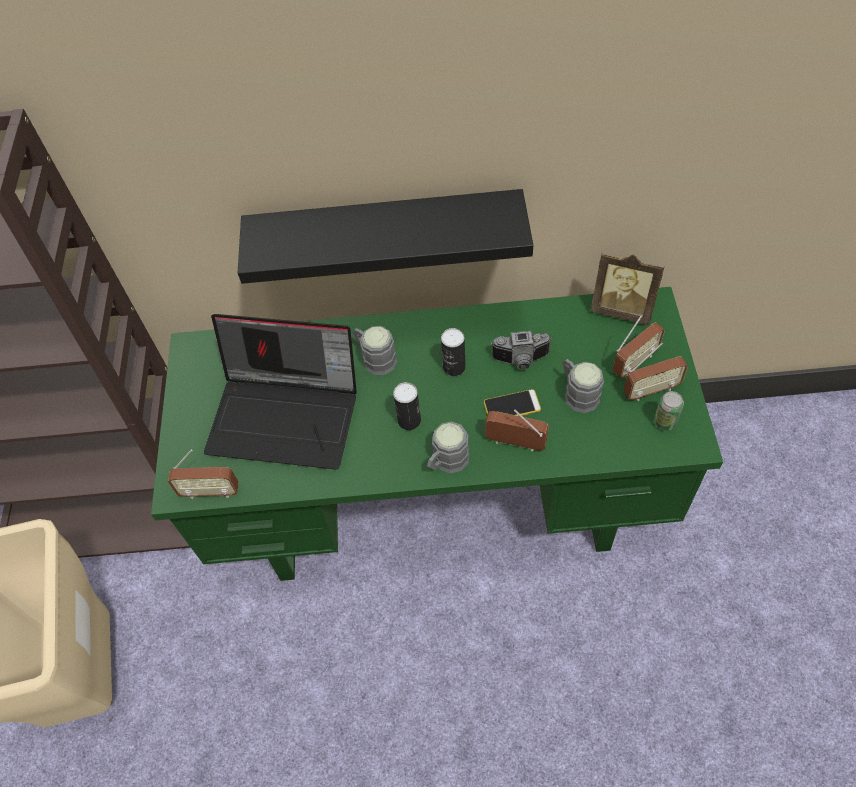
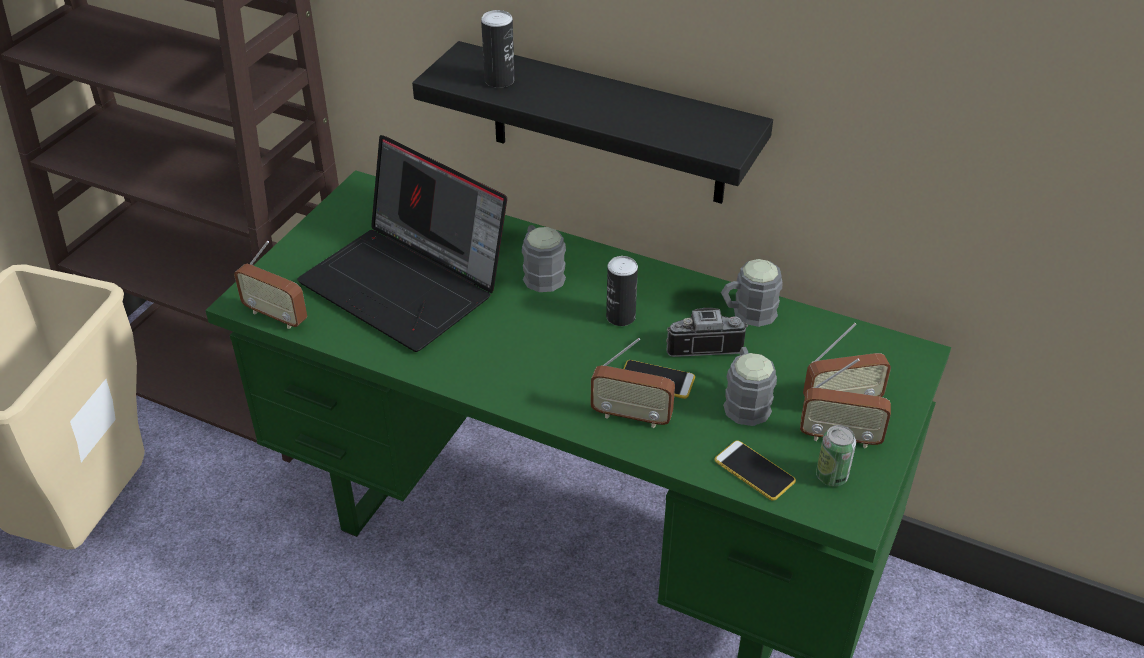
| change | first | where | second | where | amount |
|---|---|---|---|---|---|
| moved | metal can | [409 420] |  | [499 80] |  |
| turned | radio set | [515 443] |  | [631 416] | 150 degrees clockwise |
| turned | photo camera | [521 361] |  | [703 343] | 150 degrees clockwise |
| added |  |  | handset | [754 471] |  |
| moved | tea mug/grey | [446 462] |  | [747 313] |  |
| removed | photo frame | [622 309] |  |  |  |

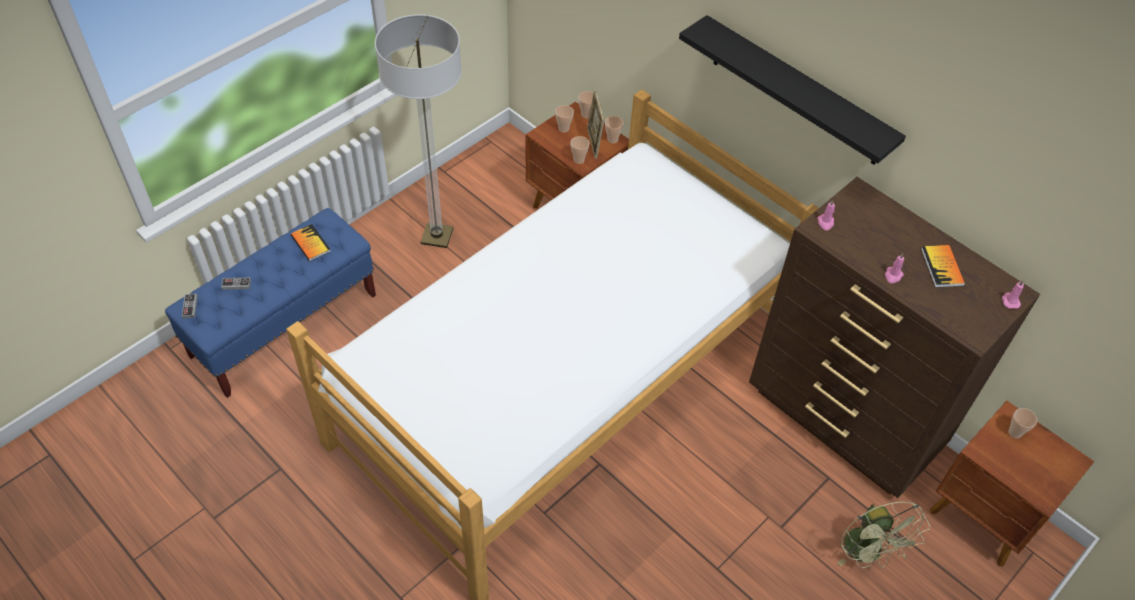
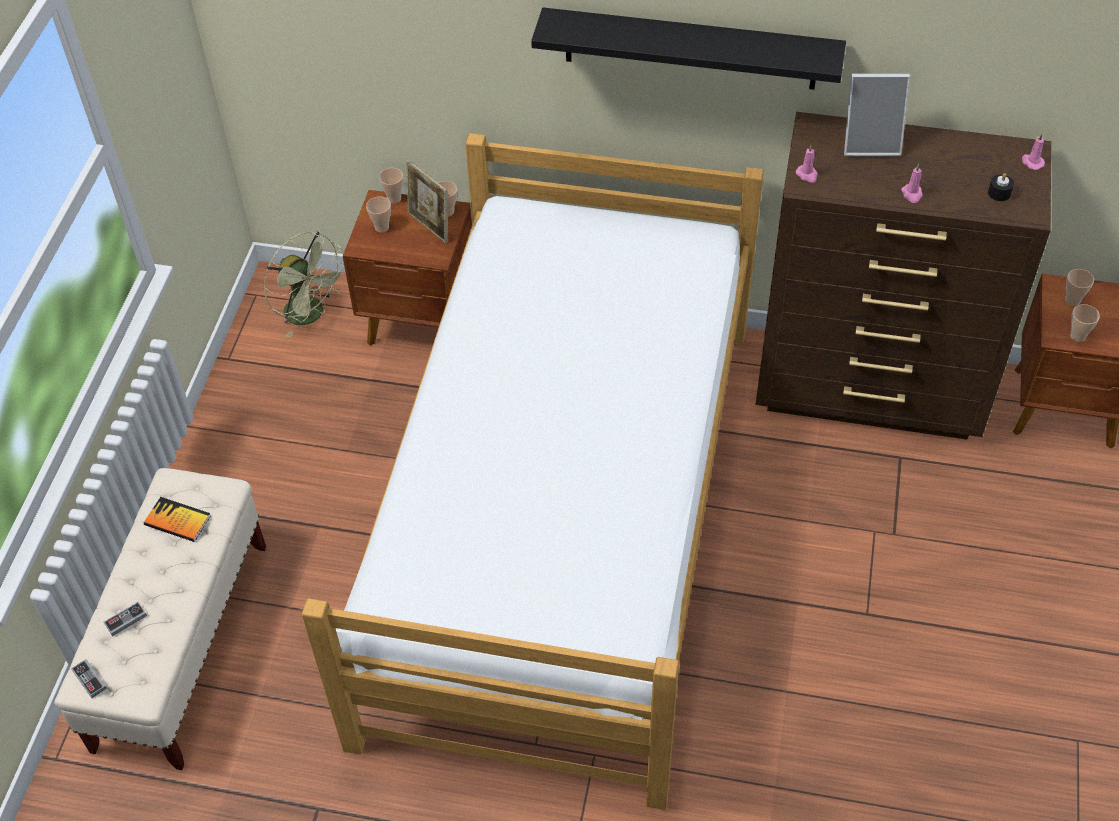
| change | first | where | second | where | amount |
|---|---|---|---|---|---|
| recoloured | bench/bluish | [285 325] | bench/beige-coloured | [182 645] |  |
| moved | cooling fan/greenish | [868 553] |  | [311 315] |  |
| added |  |  | photo frame | [871 142] |  |
| added |  |  | wax candle/black-coloured | [999 193] |  |
| moved | cup | [579 160] |  | [1077 336] |  |
| removed | floor lamp | [437 236] |  |  |  |
| removed | book | [942 267] |  |  |  |

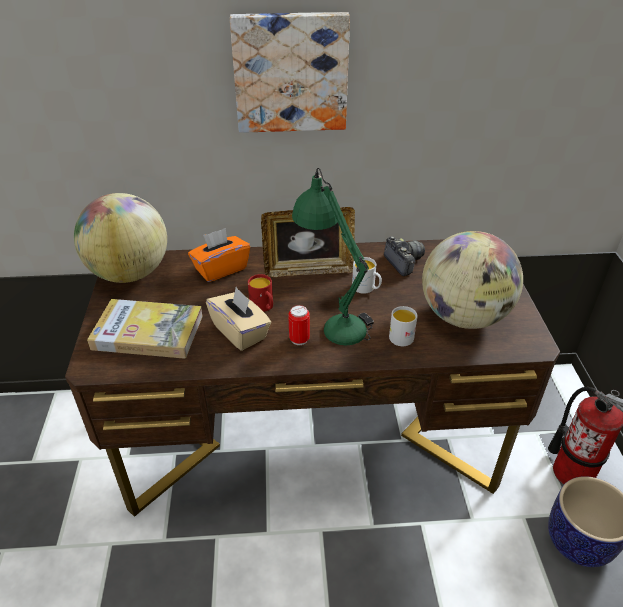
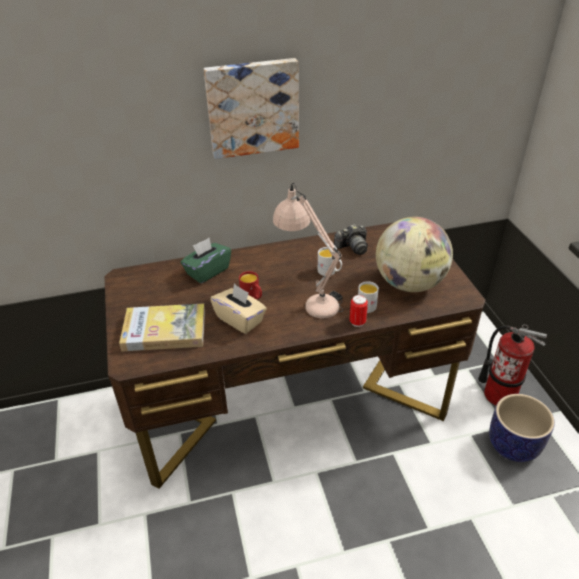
| change | first | where | second | where | amount |
|---|---|---|---|---|---|
| recoloured | tissue holder/orangey | [221 269] | tissue holder/greenish | [207 271] |  |
| recoloured | lamp for a table/greenish | [332 317] | lamp for a table/beige-coloured | [309 297] |  |
| turned | photo camera | [403 262] |  | [352 247] | 105 degrees clockwise |
| moved | metal can | [299 339] |  | [357 322] |  |
| removed | desk globe | [130 273] |  |  |  |
| removed | photo frame | [309 269] |  |  |  |

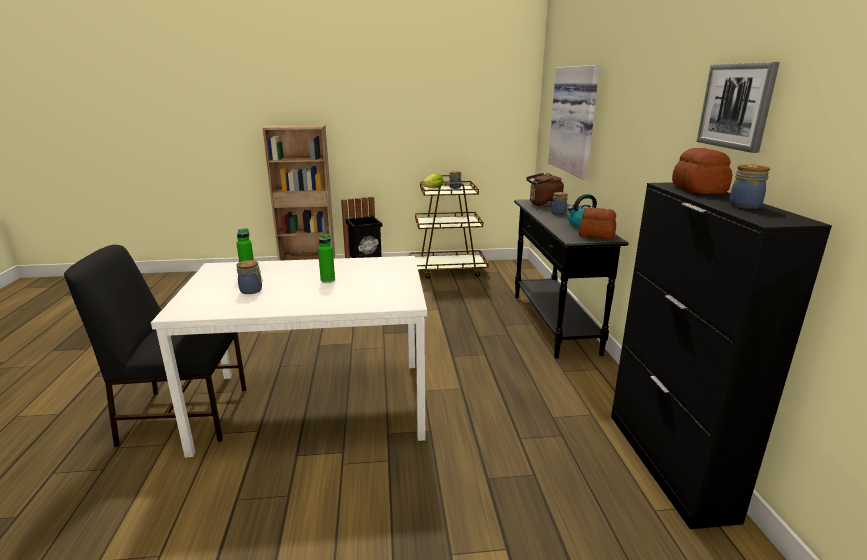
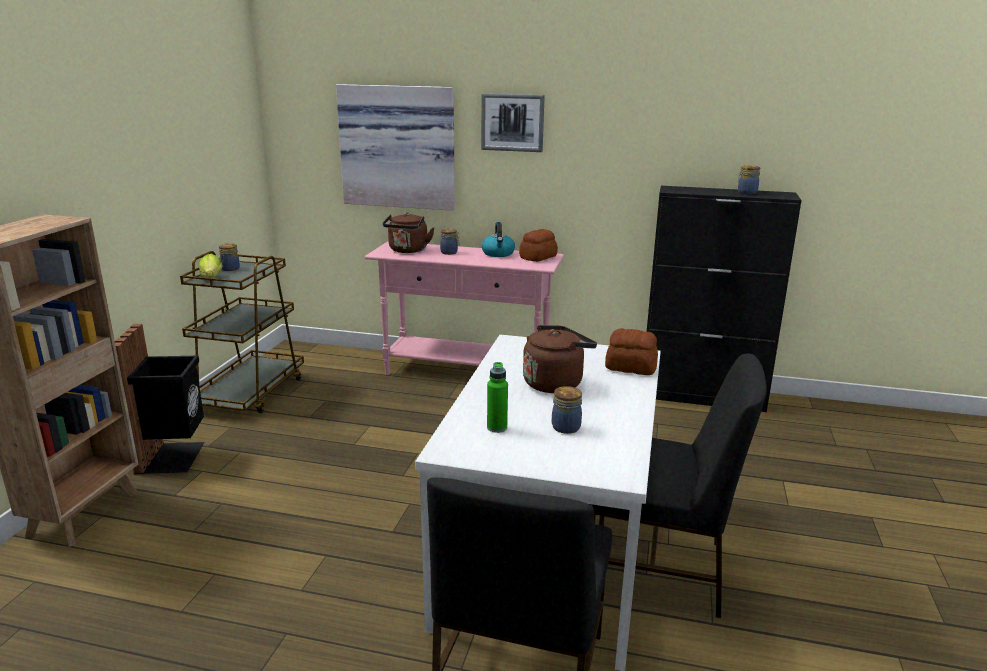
| change | first | where | second | where | amount |
|---|---|---|---|---|---|
| recoloured | narrow table/black-coloured | [553 323] | narrow table/pink | [466 373] |  |
| moved | wall picture | [736 106] |  | [512 122] |  |
| replaced | drink bottle/greenish | [327 280] | kettle/brown-coloured | [555 383] |  |
| added |  |  | upright chair/black-coloured | [658 568] |  |
| moved | bread | [699 189] |  | [630 367] |  |

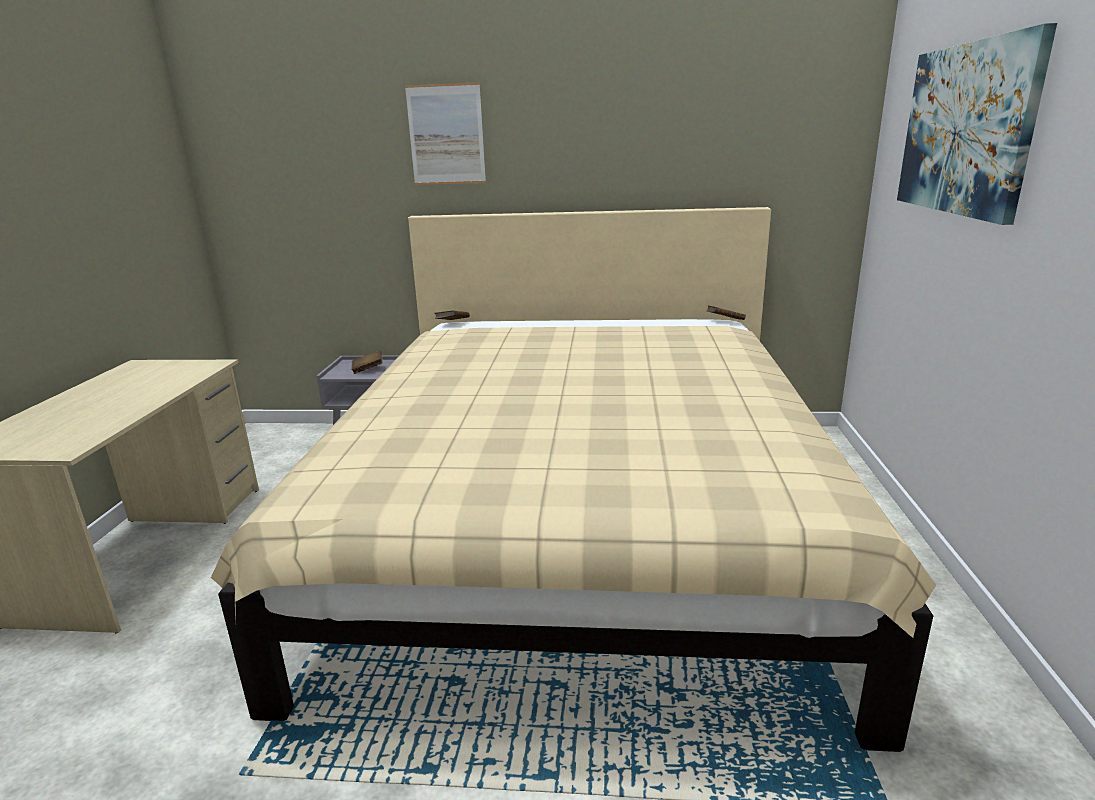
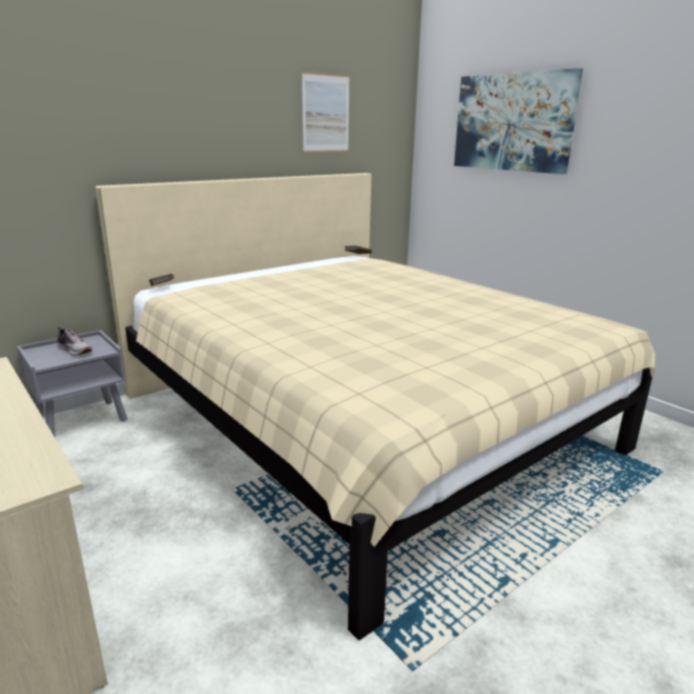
| change | first | where | second | where | amount |
|---|---|---|---|---|---|
| replaced | book/brown-coloured | [368 369] | shoe | [75 351] |  |
| moved | wall picture | [446 135] |  | [326 113] |  |

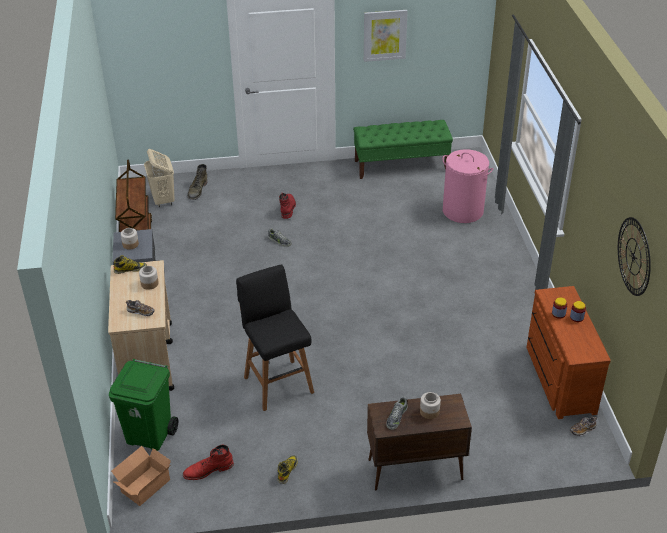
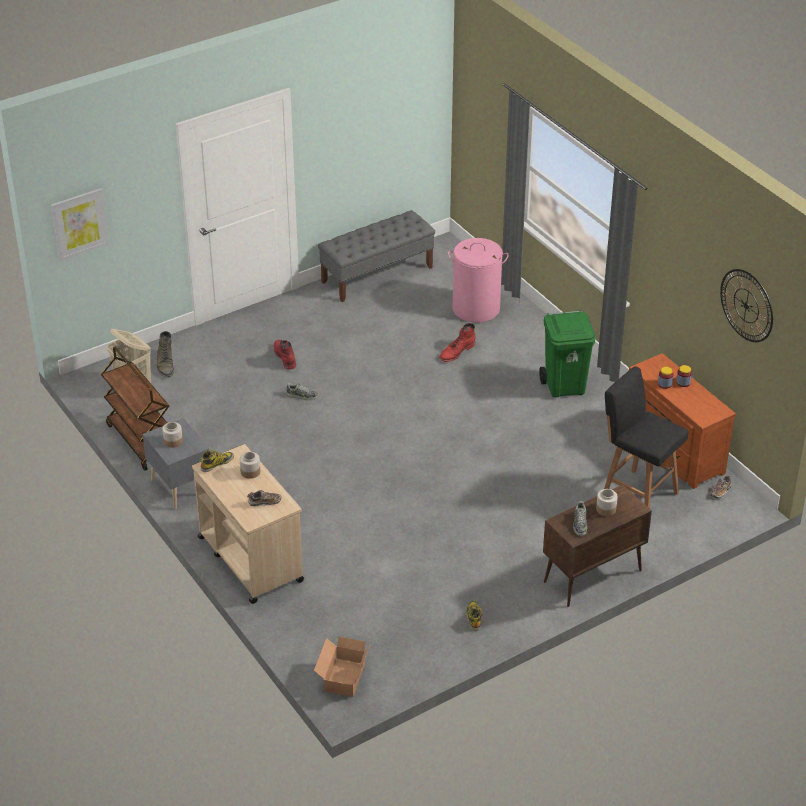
| change | first | where | second | where | amount |
|---|---|---|---|---|---|
| moved | wall picture | [385 35] |  | [79 223] |  |
| recoloured | bench/greenish | [401 165] | bench/grey | [377 275] |  |
| moved | tall boot/red | [208 470] |  | [456 352] |  |
| moved | trash can/greenish | [150 435] |  | [565 386] |  |
| moved | stool seat/black-coloured | [277 383] |  | [637 495] |  |

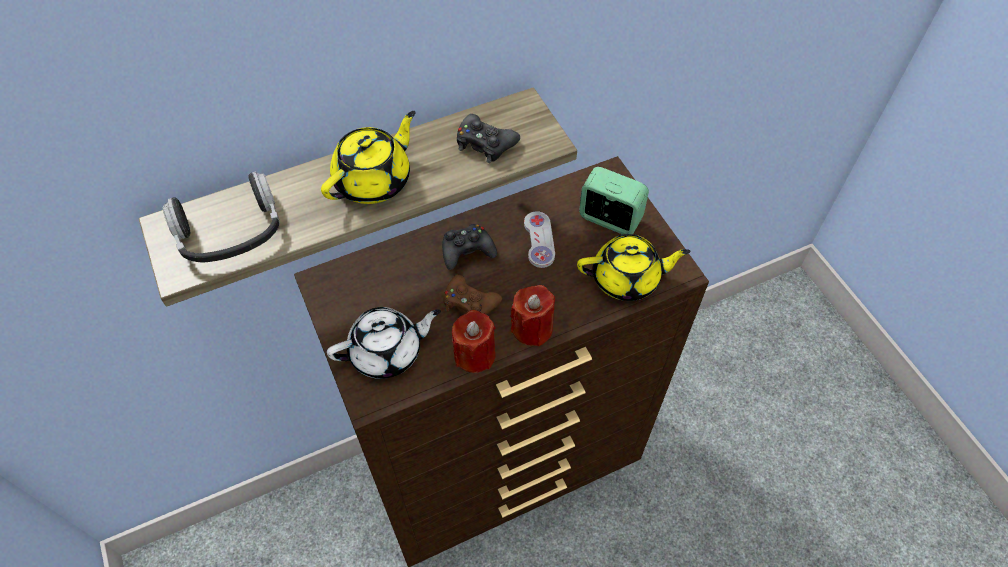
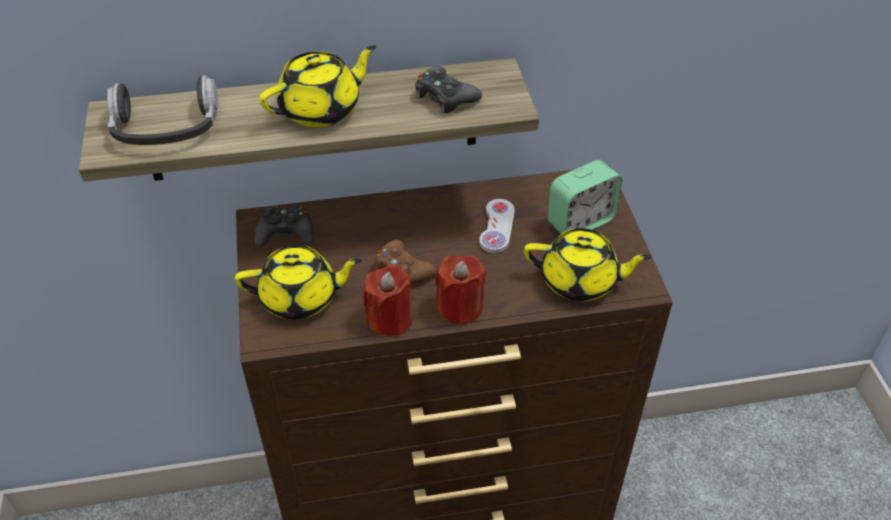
| change | first | where | second | where | amount |
|---|---|---|---|---|---|
| recoloured | tea pot/white-coloured | [387 352] | tea pot/yellowish | [301 298] |  |
| moved | game controller/black-coloured | [467 250] |  | [285 233] |  |
| turned | bedside clock | [610 219] |  | [581 221] | 105 degrees clockwise |

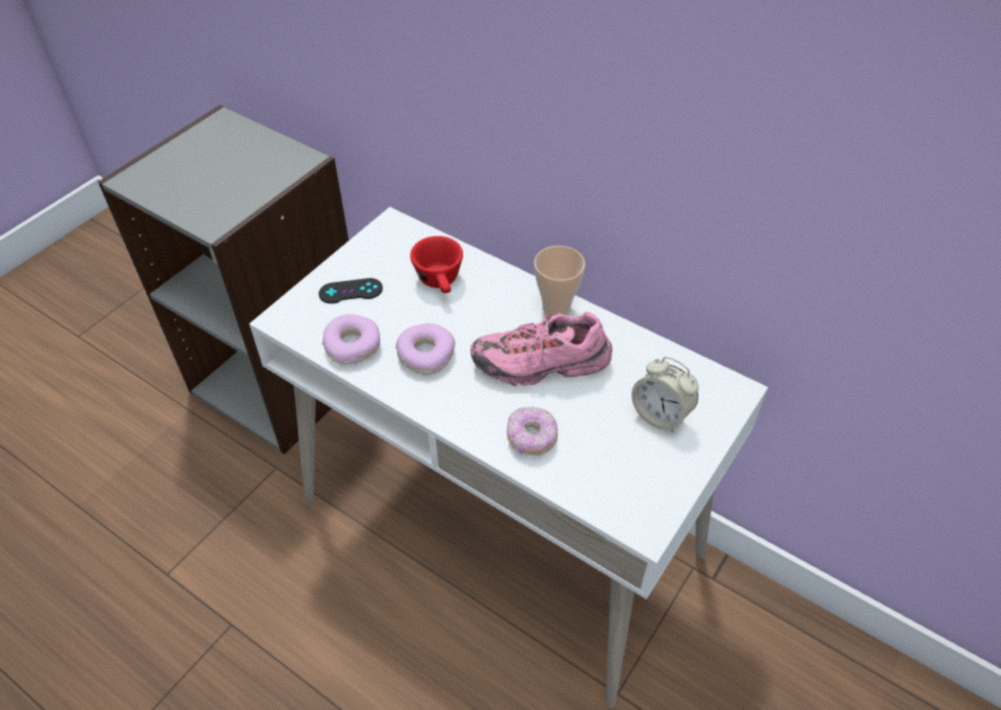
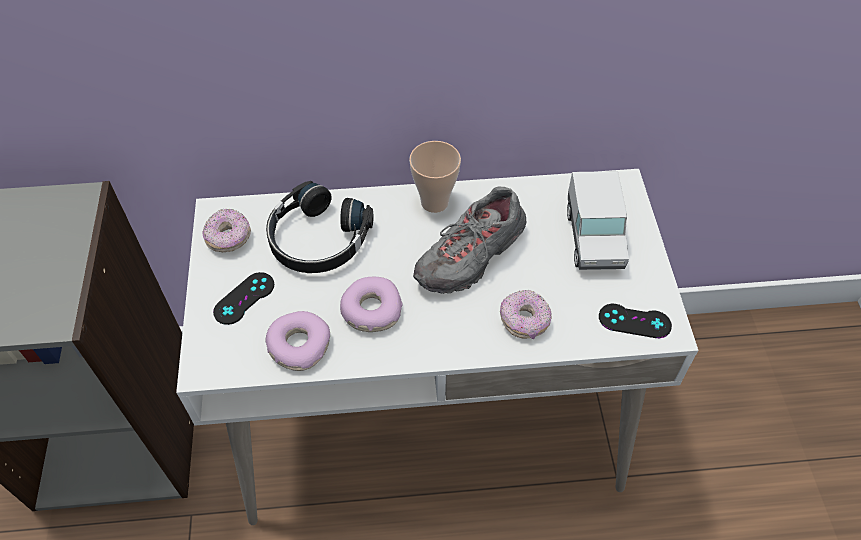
| change | first | where | second | where | amount |
|---|---|---|---|---|---|
| added |  |  | ring doughnut | [229 238] |  |
| replaced | cup/red | [441 282] | headphones/black-coloured | [317 239] |  |
| recoloured | shoe/pink | [541 365] | shoe/grey | [471 256] |  |
| replaced | bedside clock | [660 415] | toy lorry | [593 238] |  |
| added |  |  | game controller/black-coloured | [634 321] |  |

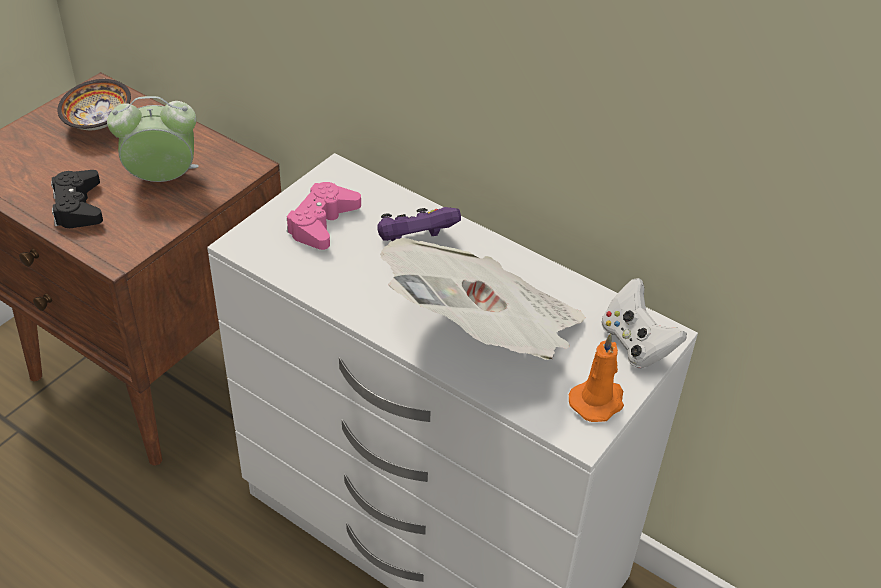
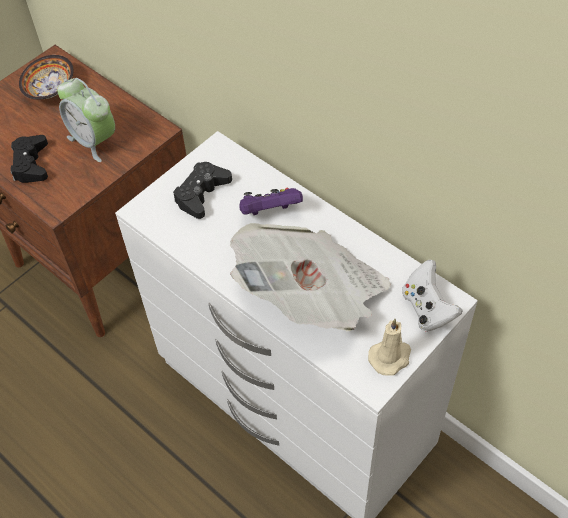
| change | first | where | second | where | amount |
|---|---|---|---|---|---|
| turned | bedside clock | [163 179] |  | [94 141] | 135 degrees counterclockwise |
| recoloured | game controller/pink | [322 223] | game controller/black-coloured | [202 194] |  |
| recoloured | wax candle/orangey | [598 401] | wax candle/beige-coloured | [390 357] |  |

